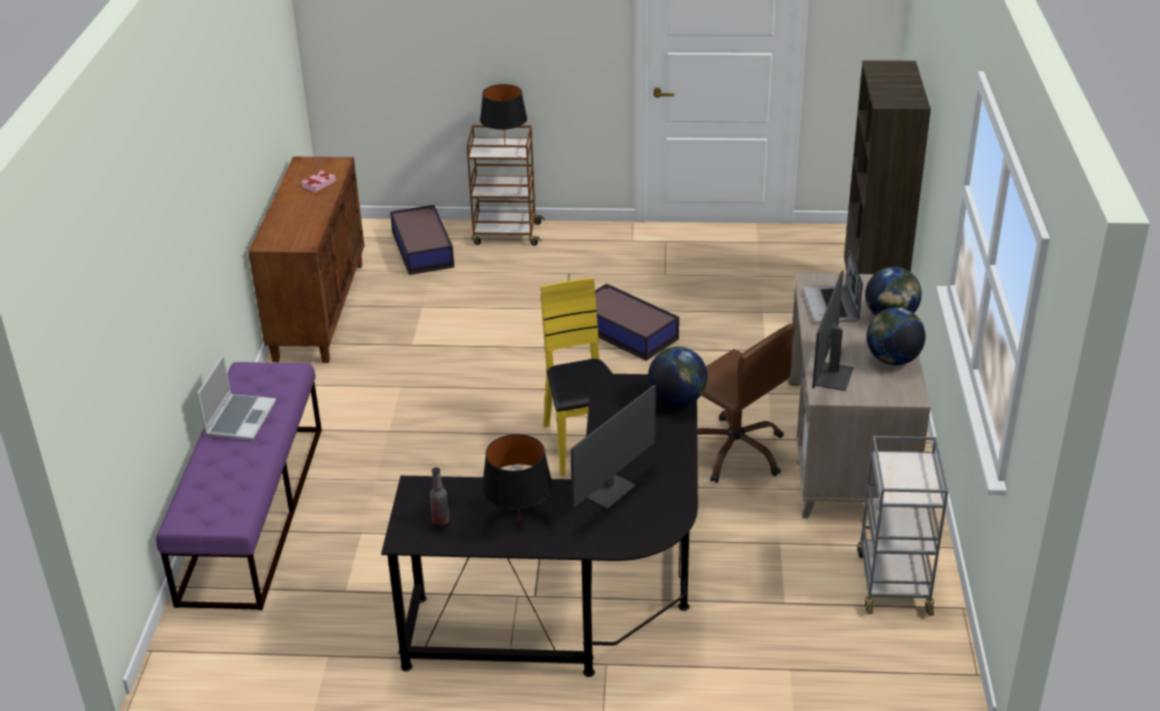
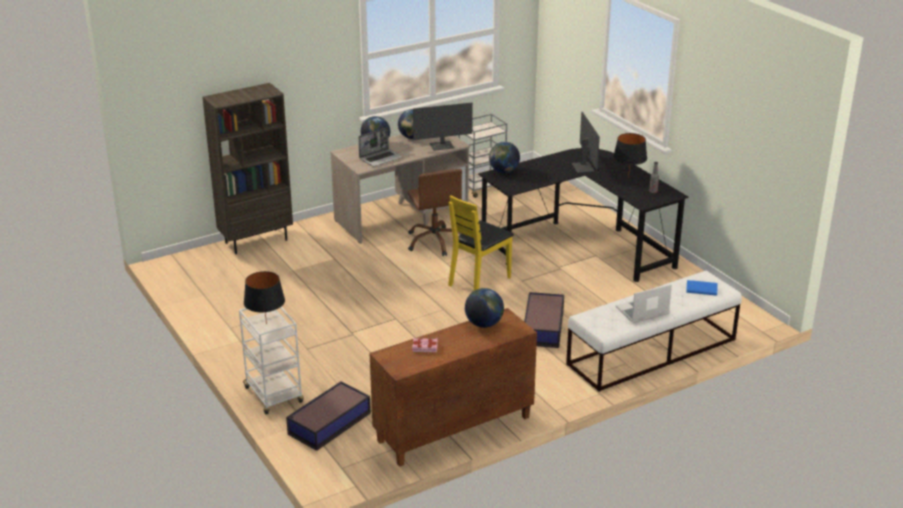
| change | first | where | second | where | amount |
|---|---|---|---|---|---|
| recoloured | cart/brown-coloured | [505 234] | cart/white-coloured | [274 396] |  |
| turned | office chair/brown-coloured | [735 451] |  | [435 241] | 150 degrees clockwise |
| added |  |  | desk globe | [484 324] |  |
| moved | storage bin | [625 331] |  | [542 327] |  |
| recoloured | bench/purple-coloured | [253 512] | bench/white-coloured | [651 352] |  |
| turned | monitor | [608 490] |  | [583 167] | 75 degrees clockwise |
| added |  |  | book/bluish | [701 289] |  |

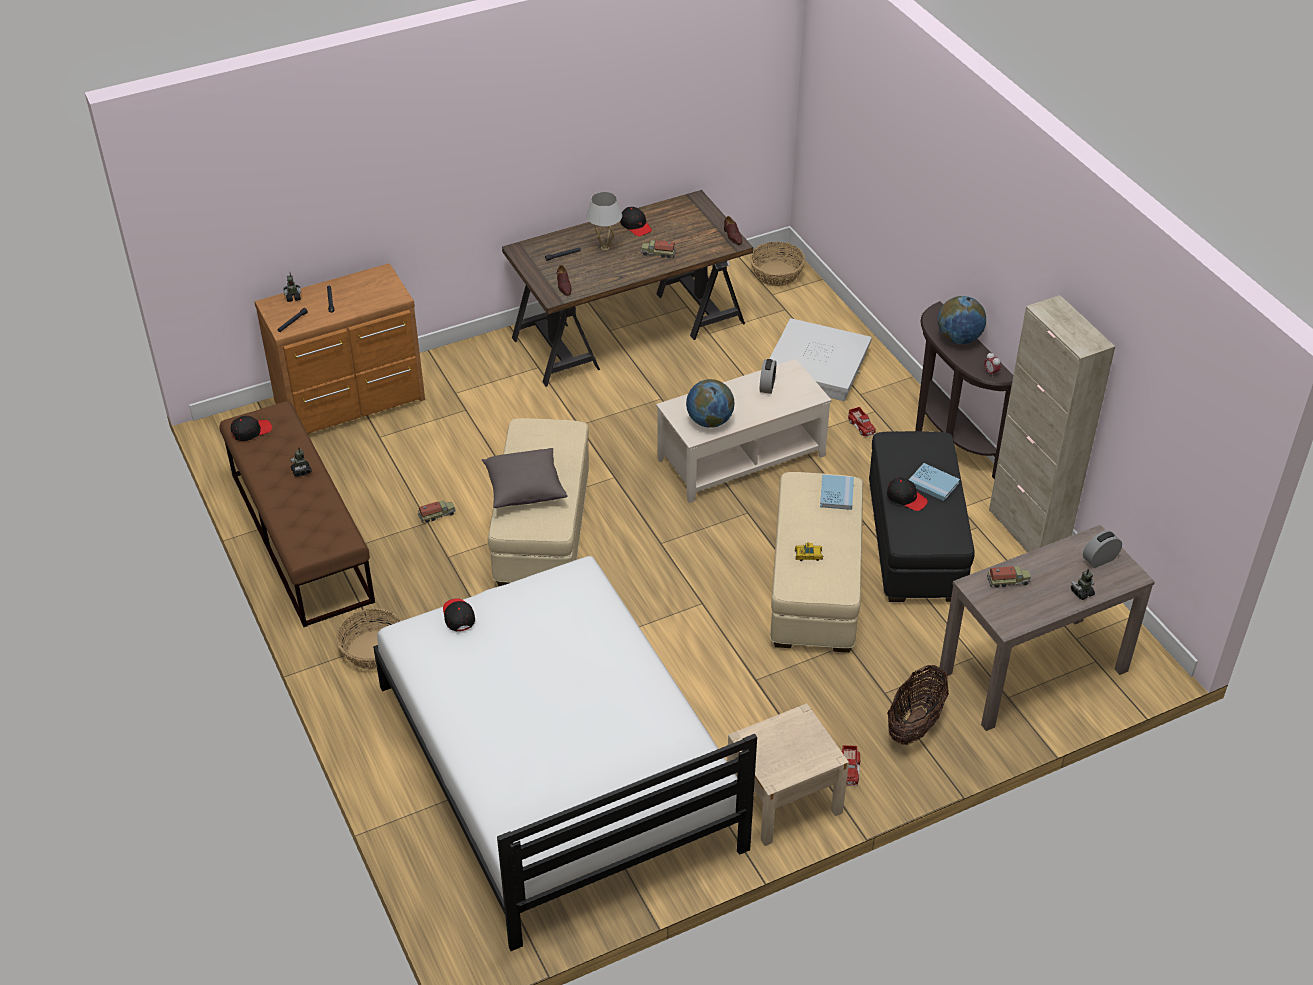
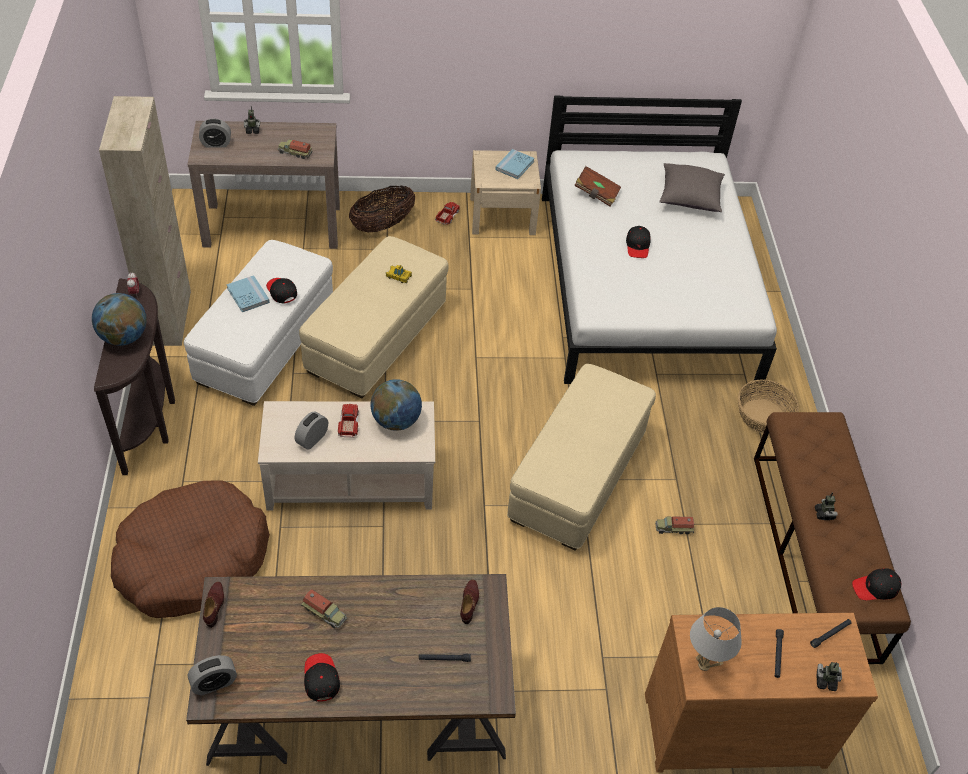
| change | first | where | second | where | amount |
|---|---|---|---|---|---|
| replaced | storage bin/white-coloured | [817 367] | dog bed/brown-coloured | [192 559] |  |
| recoloured | pouffe/black-coloured | [915 540] | pouffe/white-coloured | [265 343] |  |
| added |  |  | bedside clock | [214 683] |  |
| moved | toy lorry | [861 426] |  | [348 423] |  |
| moved | book/bluish | [836 494] |  | [514 165] |  |
| added |  |  | book/brown-coloured | [596 194] |  |
| moved | peaked cap/black-coloured | [458 616] |  | [638 246] |  |
| moved | pillow/grey | [524 488] |  | [689 198] |  |
| moved | lamp for a table/white-coloured | [605 248] |  | [704 665] |  |
| removed | storage basket | [776 273] |  |  |  |

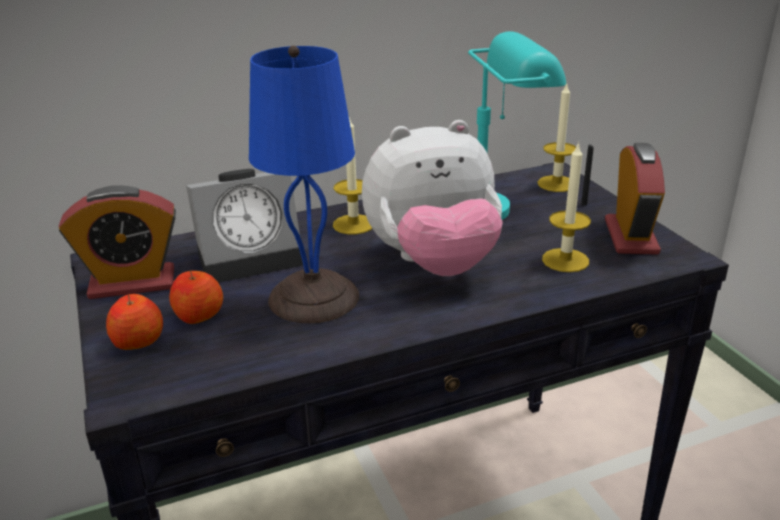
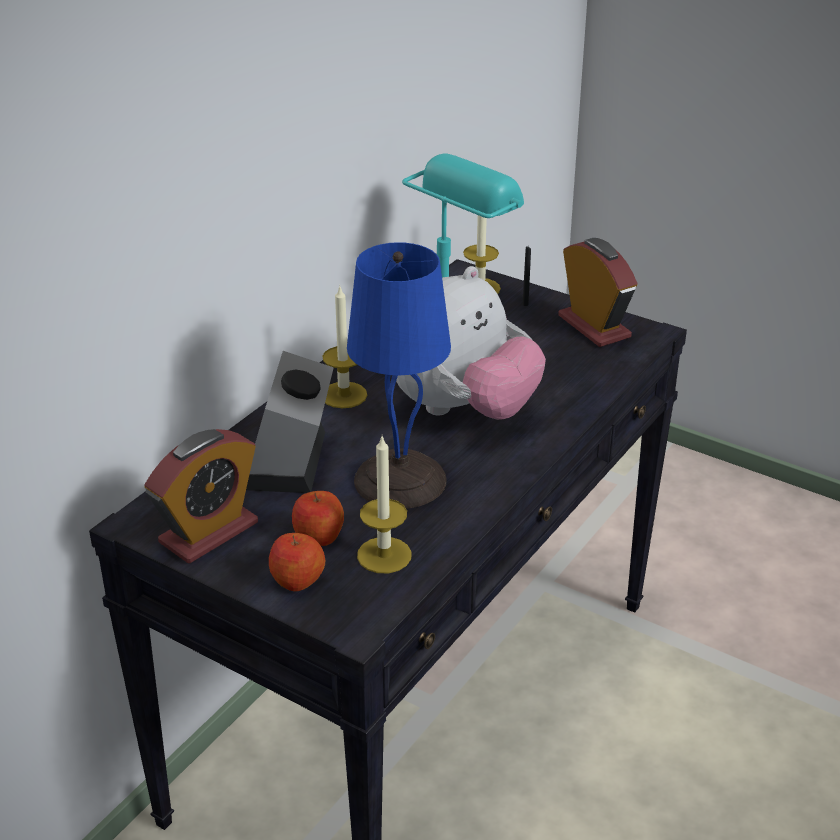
| change | first | where | second | where | amount |
|---|---|---|---|---|---|
| turned | bedside clock | [252 256] |  | [290 462] | 150 degrees clockwise |
| moved | wax candle | [565 260] |  | [384 555] |  |

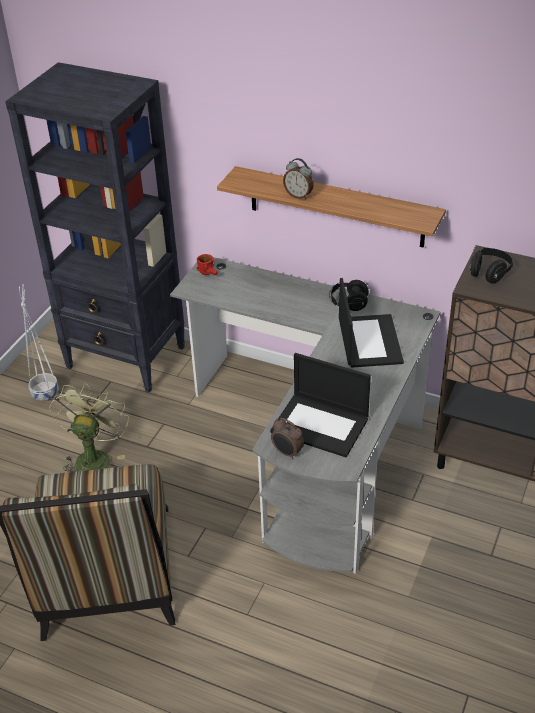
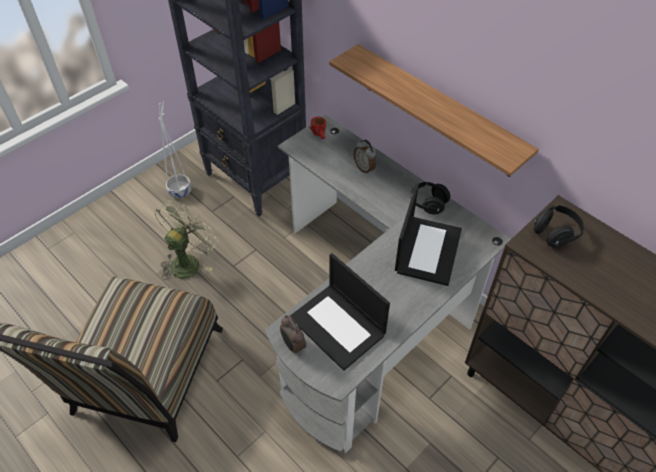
| change | first | where | second | where | amount |
|---|---|---|---|---|---|
| moved | bedside clock | [298 195] |  | [364 168] |  |

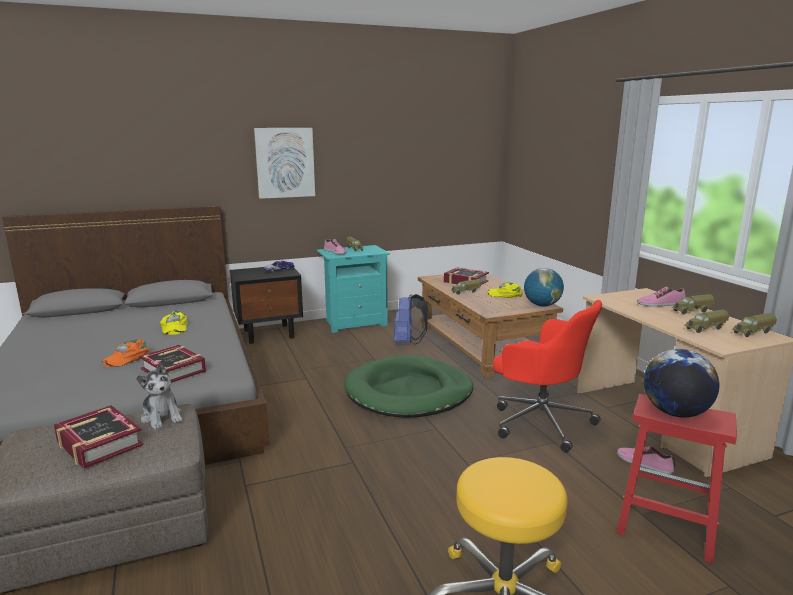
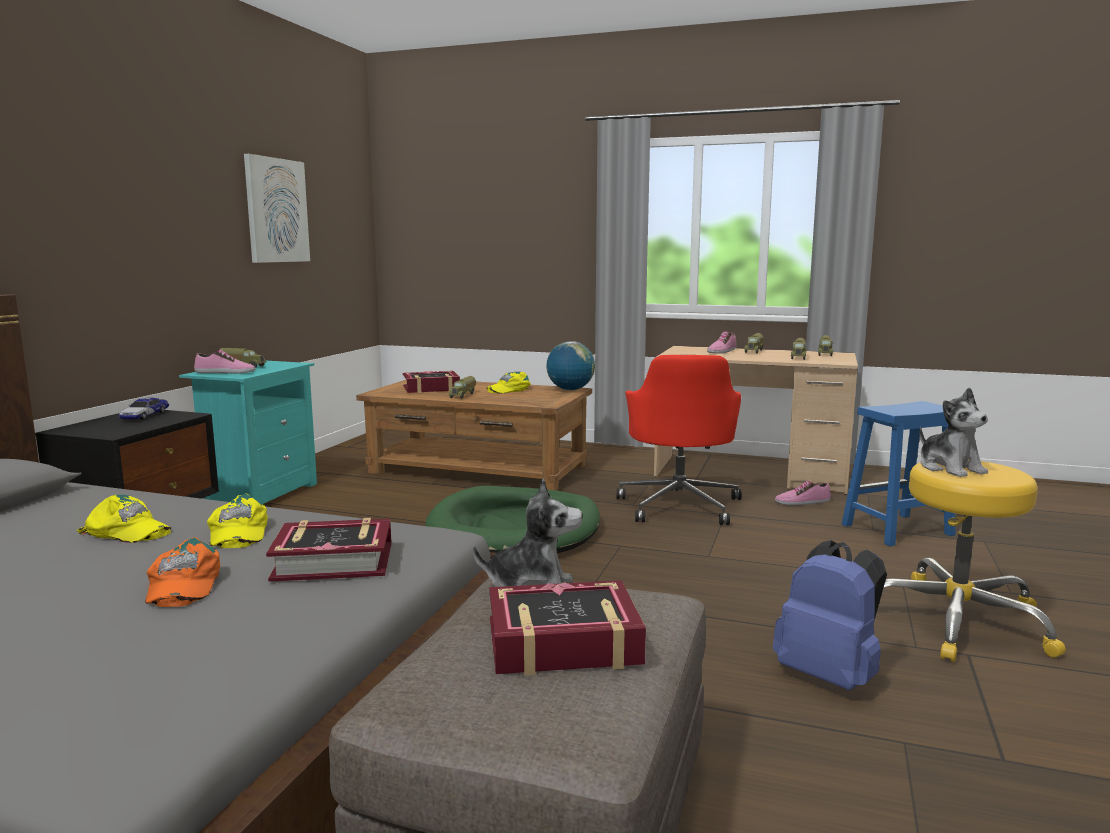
| change | first | where | second | where | amount |
|---|---|---|---|---|---|
| added |  |  | peaked cap/yellowish | [237 532] |  |
| moved | wall picture | [285 162] |  | [276 210] |  |
| turned | office chair/red | [540 421] |  | [679 505] | 105 degrees clockwise |
| moved | knapsack/bluish | [408 342] |  | [829 676] |  |
| recoloured | stool seat/red | [663 526] | stool seat/bluish | [896 530] |  |
| added |  |  | cuddly toy | [950 468] |  |
| removed | desk globe | [675 413] |  |  |  |

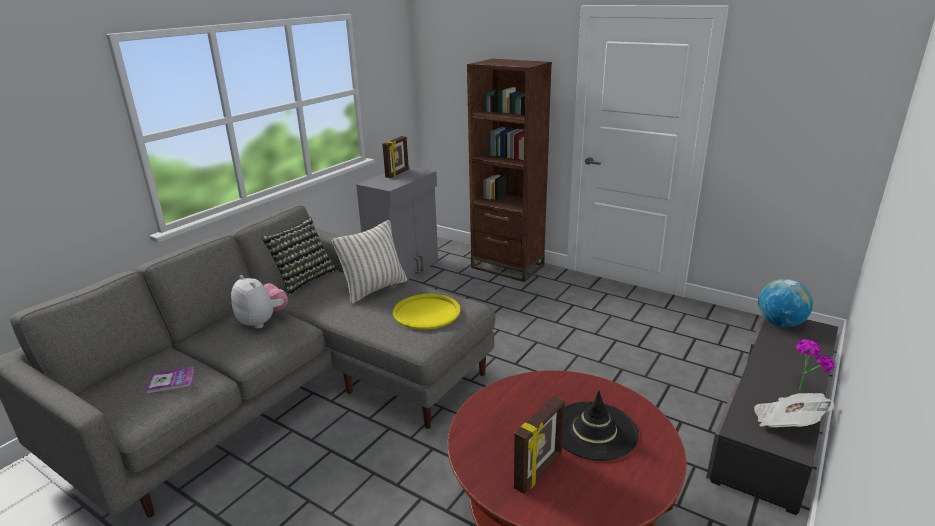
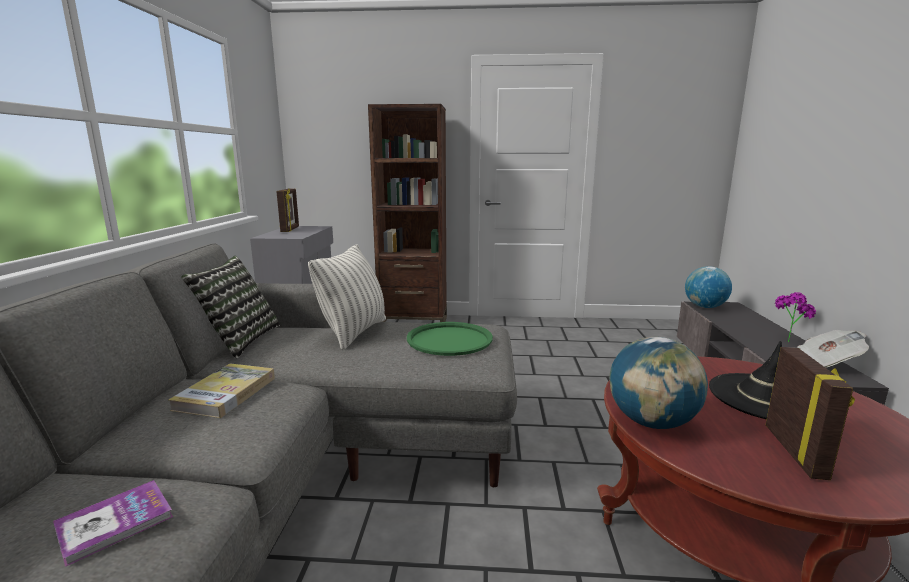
| change | first | where | second | where | amount |
|---|---|---|---|---|---|
| replaced | cuddly toy | [262 321] | book | [226 393] |  |
| recoloured | carrying tray/yellowish | [426 312] | carrying tray/greenish | [449 340] |  |
| added |  |  | desk globe | [652 422] |  |

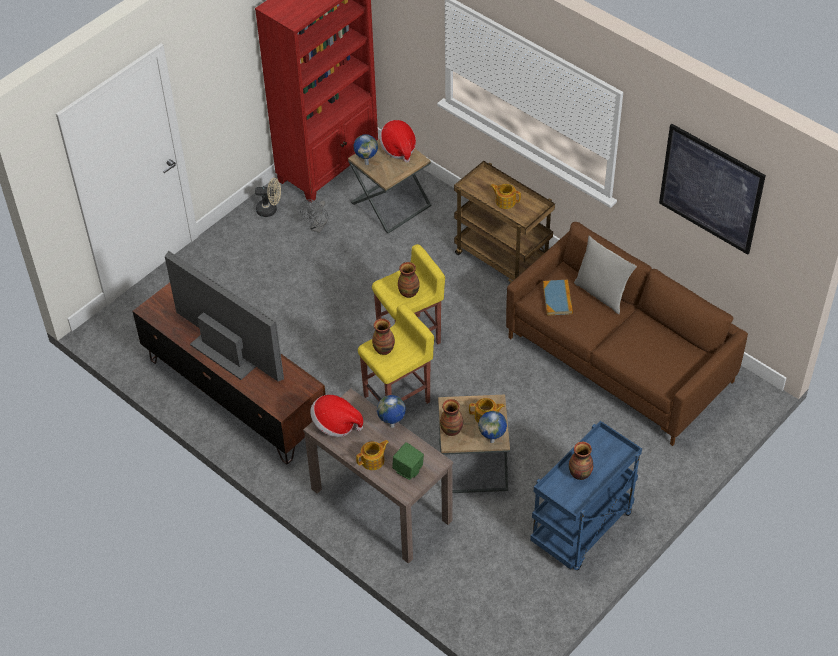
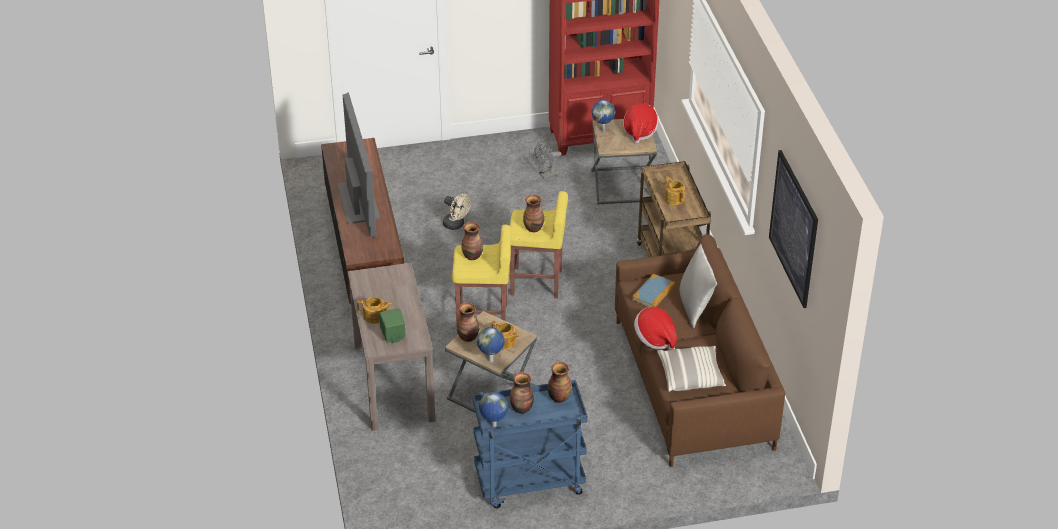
| change | first | where | second | where | amount |
|---|---|---|---|---|---|
| moved | cooling fan/beige-coloured | [270 210] |  | [456 225] |  |
| moved | desk globe | [392 426] |  | [494 427] |  |
| added |  |  | vase | [558 397] |  |
| moved | hat | [335 424] |  | [655 338] |  |
| added |  |  | pillow | [690 376] |  |

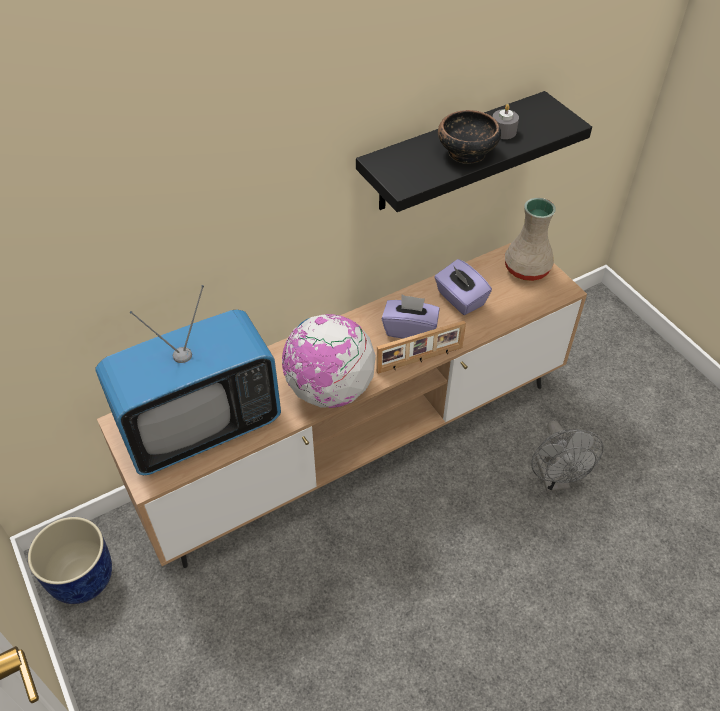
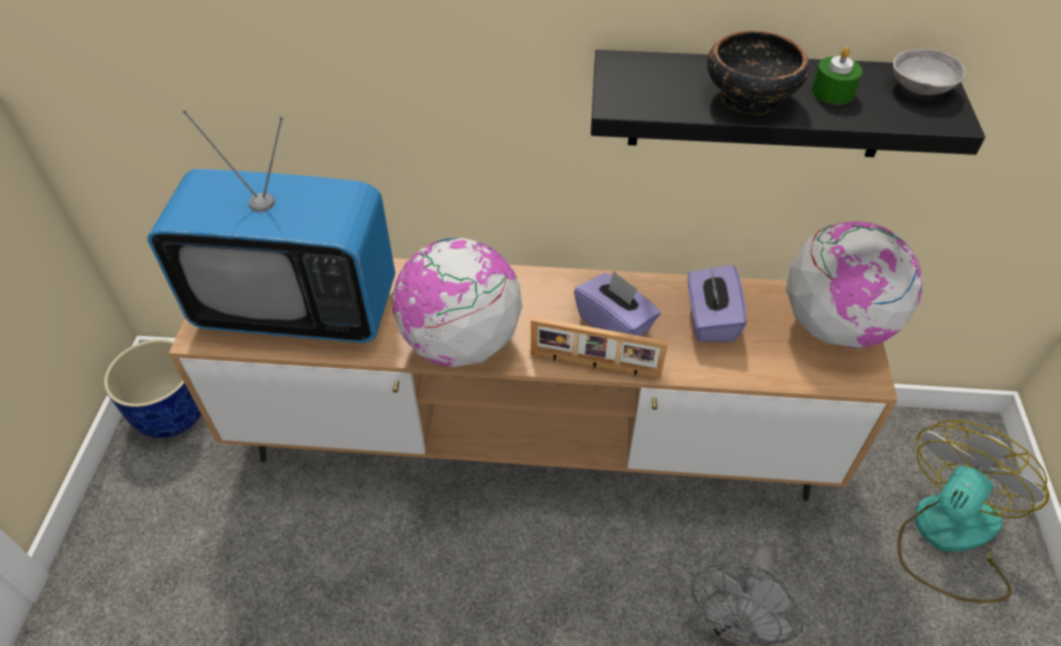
| change | first | where | second | where | amount |
|---|---|---|---|---|---|
| replaced | vase/beige-coloured | [526 268] | desk globe | [835 325] |  |
| recoloured | wax candle/grey | [503 131] | wax candle/greenish | [832 92] |  |
| added |  |  | serving bowl/grey | [920 88] |  |
| added |  |  | cooling fan | [947 537] |  |

